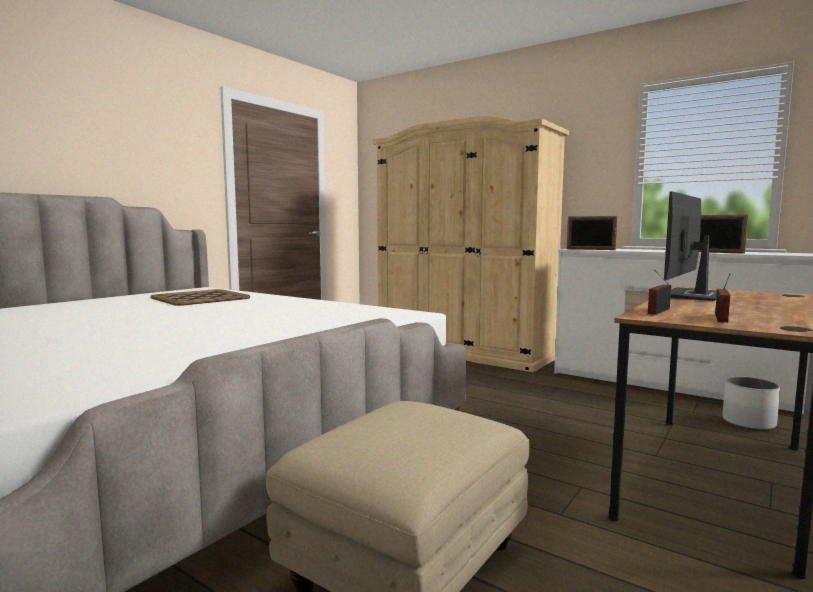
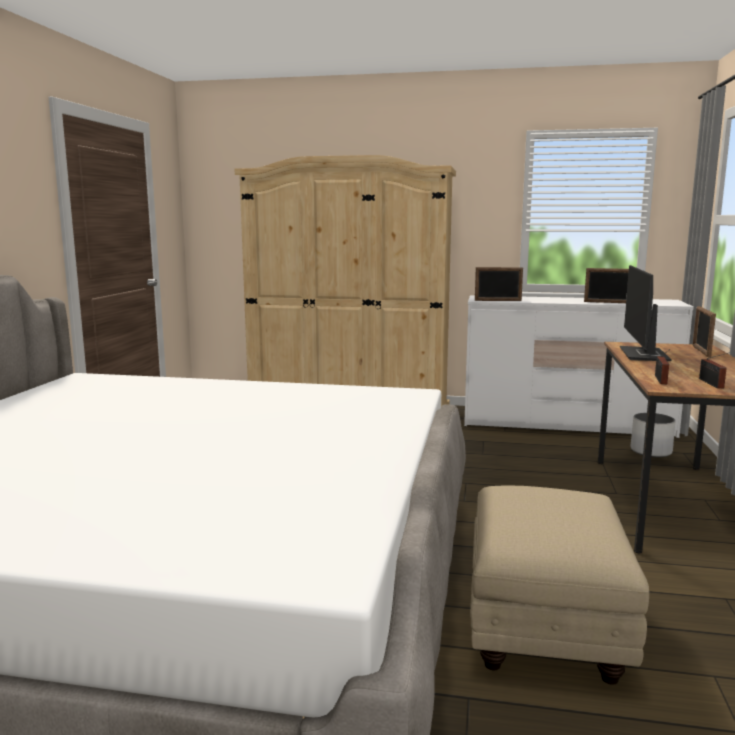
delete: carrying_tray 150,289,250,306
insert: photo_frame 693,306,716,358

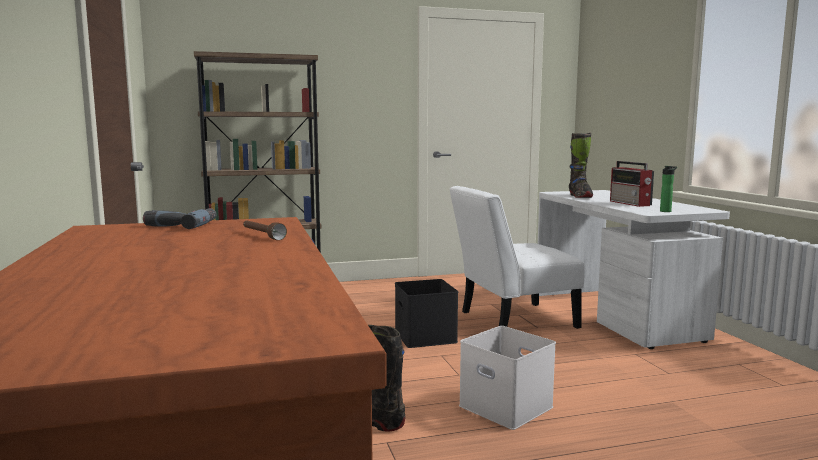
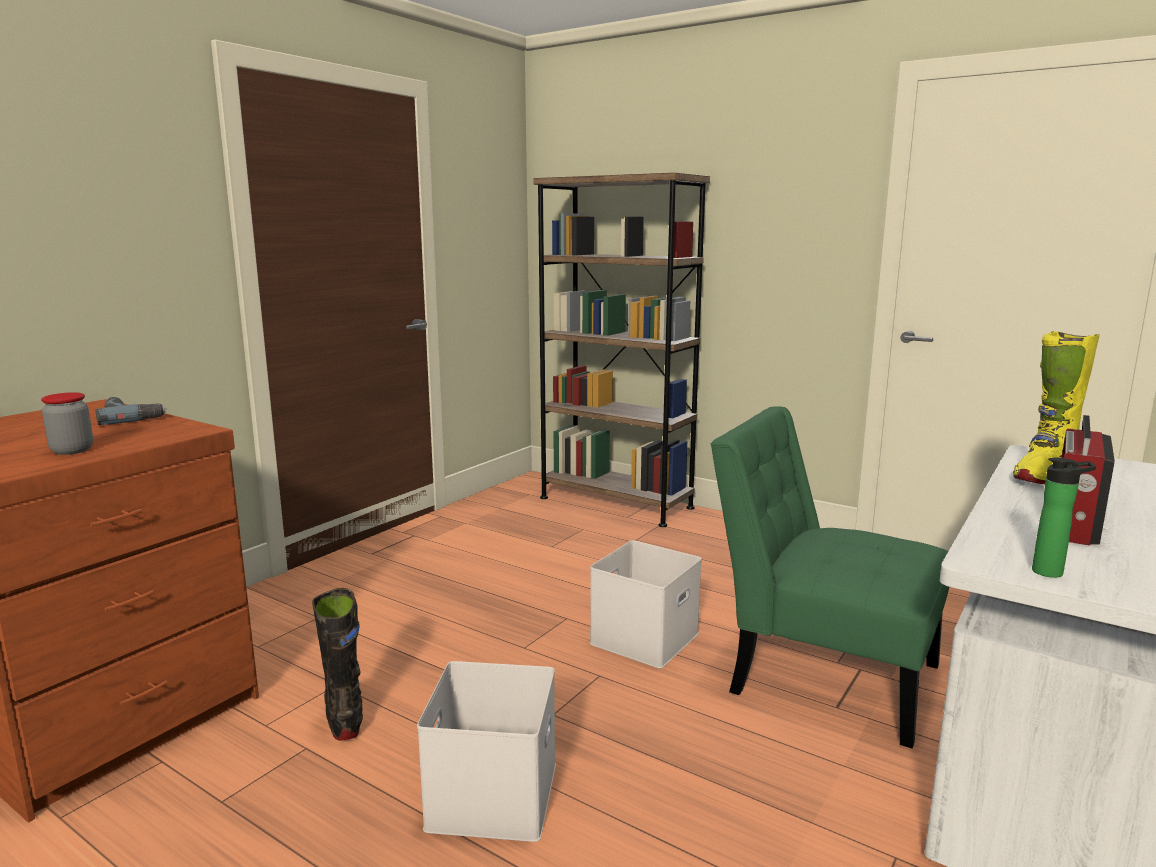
replace: brown_torch 243,220,287,240 to jar 41,392,93,455
recolor: black_storage_container 395,279,458,348 to white-coloured_storage_container 590,540,702,668; white-coloured_upright_chair 450,186,584,329 to green-coloured_upright_chair 711,406,949,749; black_tall_boot 569,133,593,198 to yellow_tall_boot 1013,331,1100,485

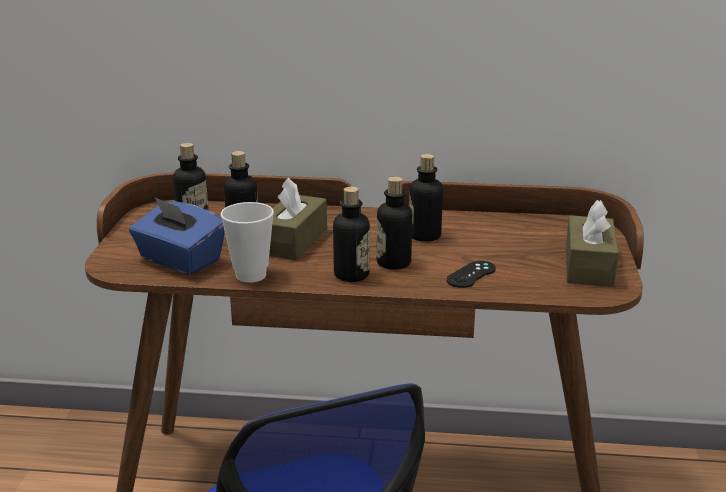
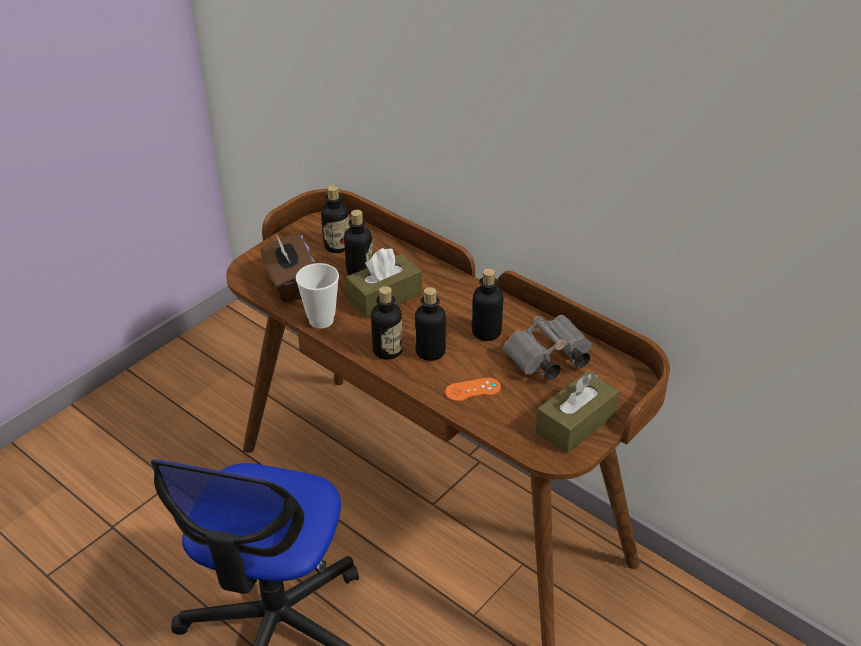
insert: grey_binoculars 503,315,592,380
recolor: blue-coloured_tissue_box 129,197,225,275 to brown_tissue_box 260,232,315,303; black_game_controller 446,261,496,288 to orange_game_controller 445,377,501,402

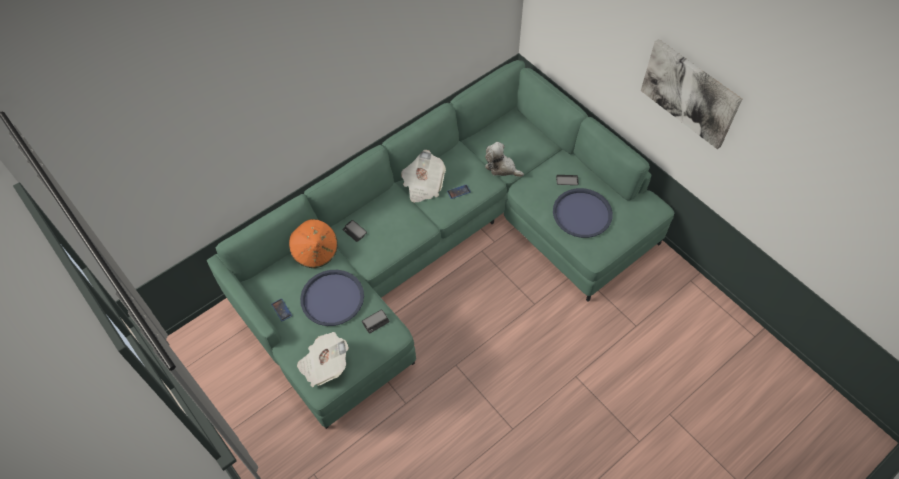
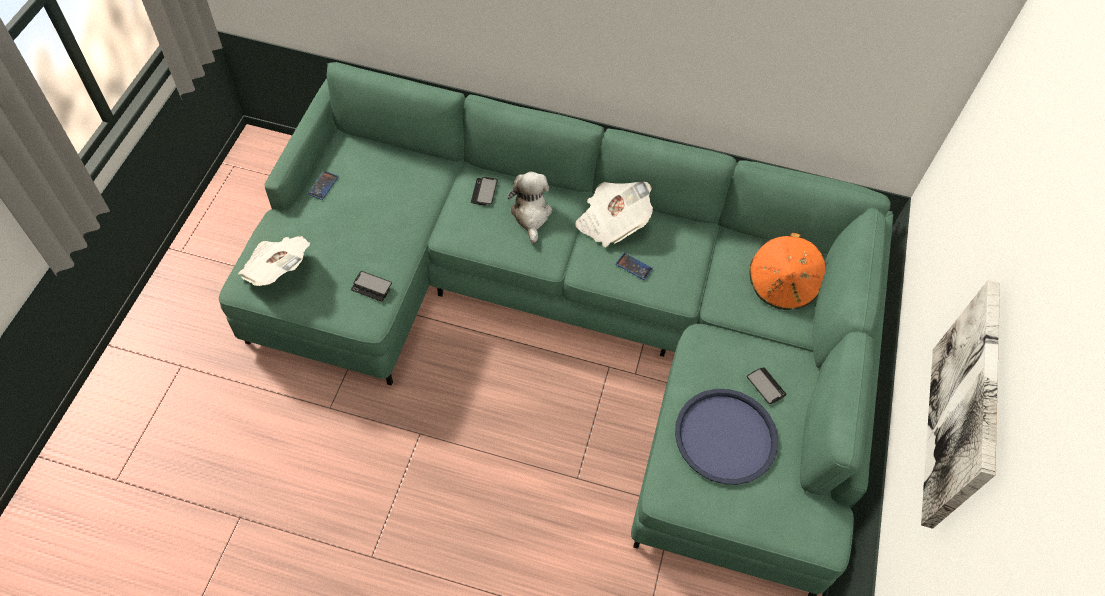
delete: blue-coloured_carrying_tray 300,270,364,326
move: orange_clothing_hat 289,219,337,268 to 749,233,826,310; soft_toy 485,142,524,177 to 507,171,552,244

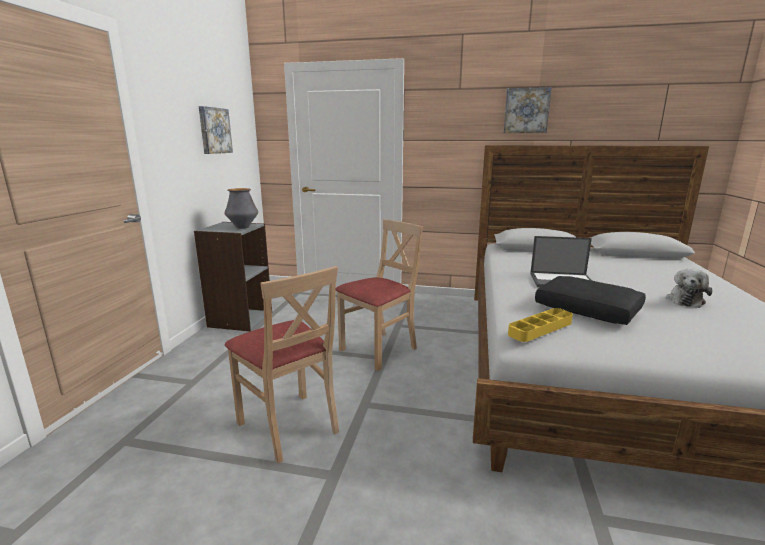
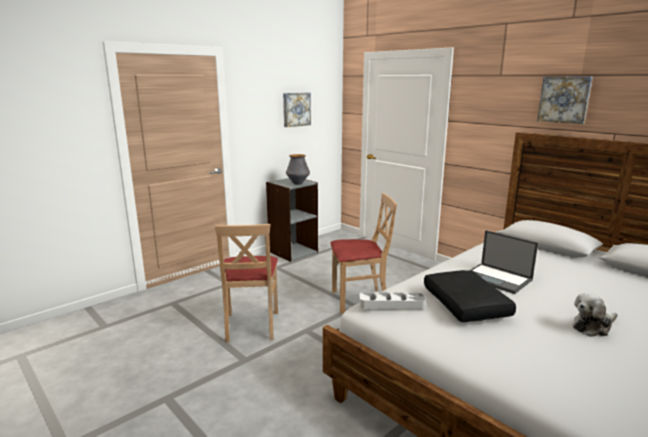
recolor: yellow_carrying_tray 508,308,573,342 to grey_carrying_tray 359,292,426,309

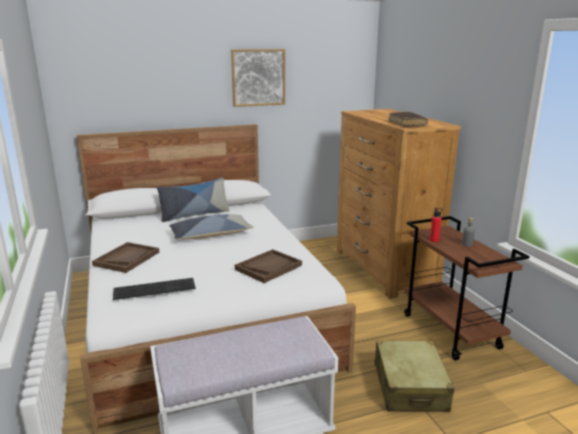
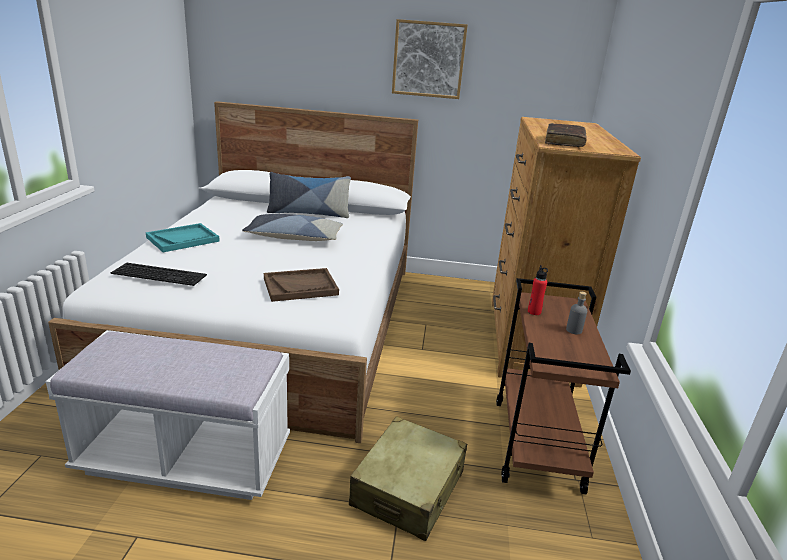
recolor: brown_carrying_tray 92,242,159,273 to turquoise_carrying_tray 146,223,220,252

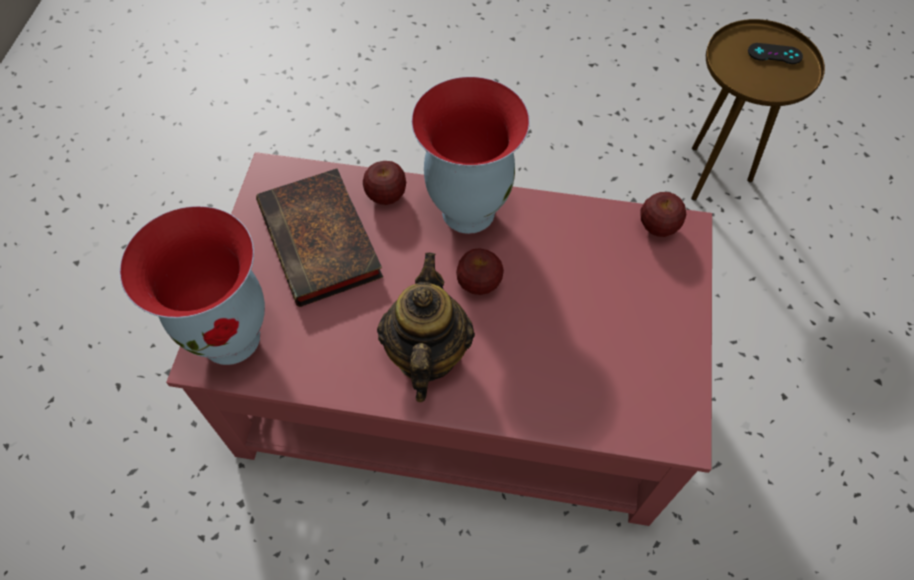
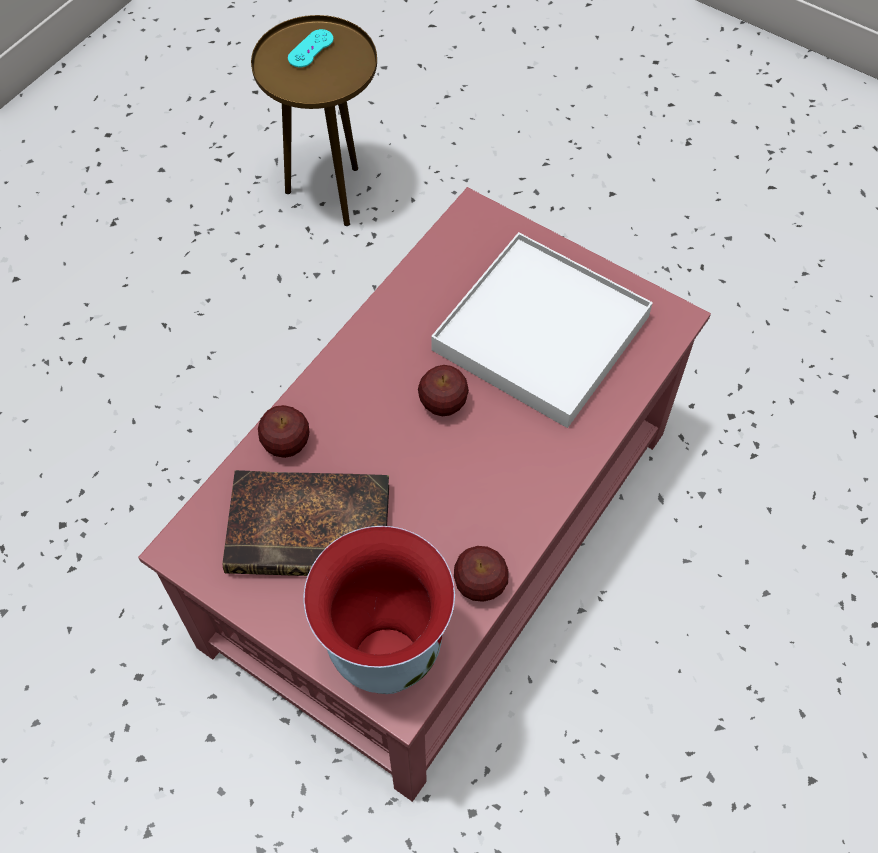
delete: tea_pot 377,253,475,402; decorative_vase 411,77,530,234
insert: white-coloured_carrying_tray 431,232,653,428
move: apple_fruit 640,192,687,237 to 454,546,509,602
recolor: black_game_controller 748,43,803,64 to turquoise_game_controller 288,29,334,67

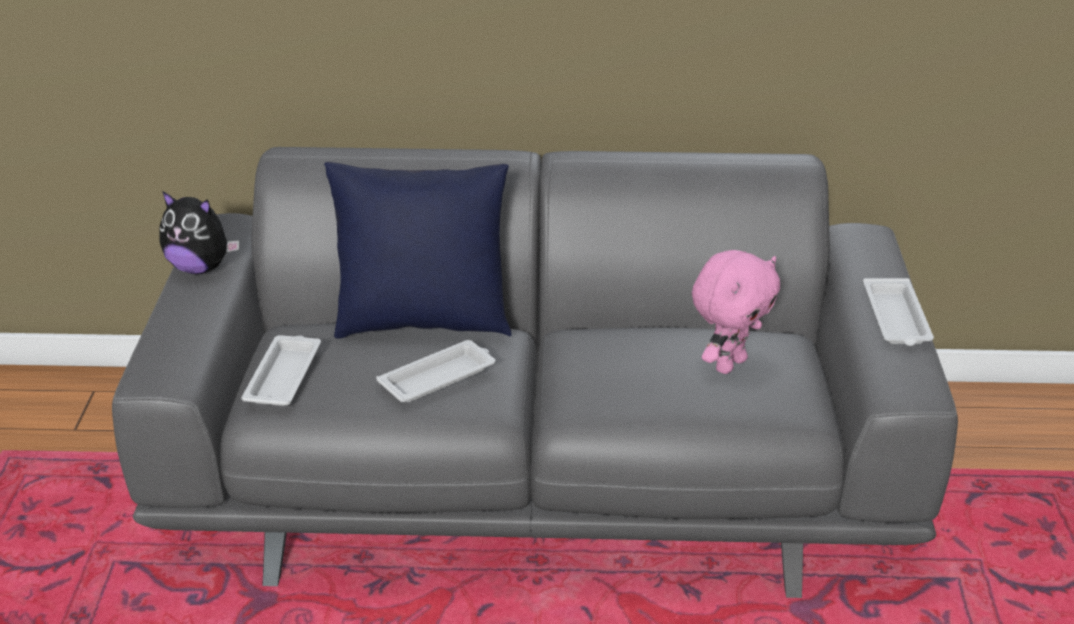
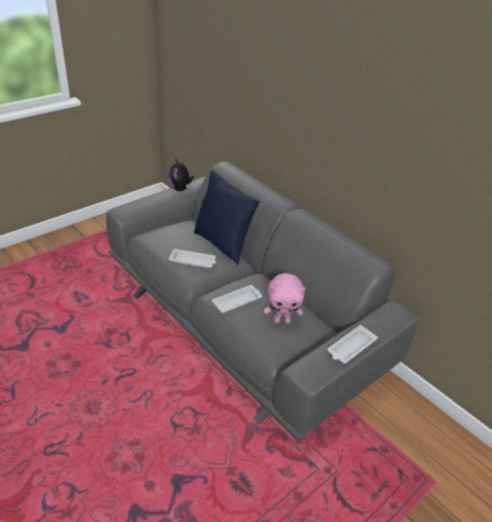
move: white-coloured_carrying_tray 241,335,321,406 to 212,285,262,313

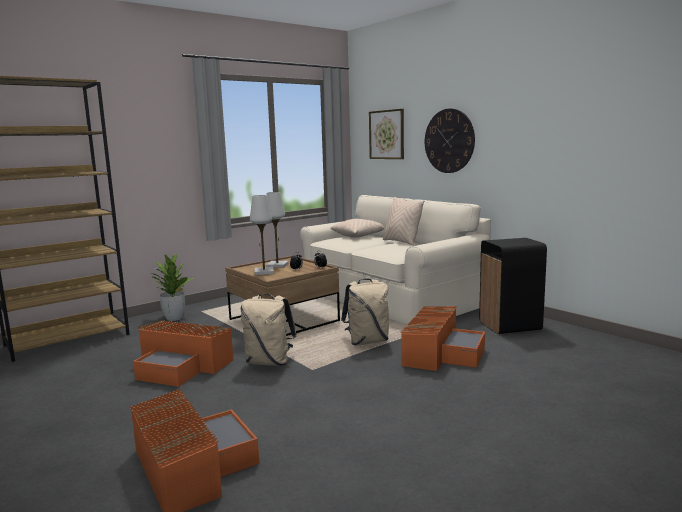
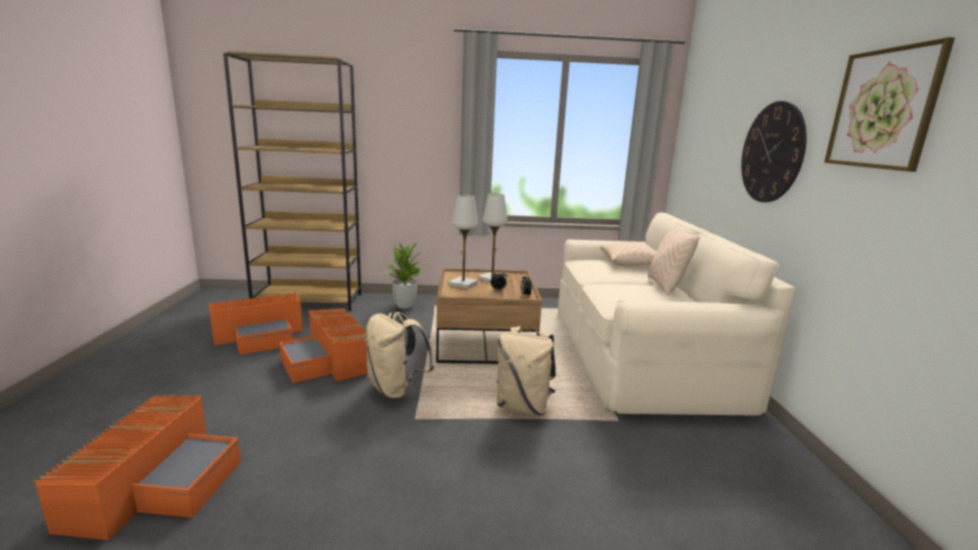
delete: black_rubbish_bin 479,238,547,334
move: picture 369,109,404,159 to 824,37,955,172; orange_storage_container 401,306,485,371 to 209,291,303,355

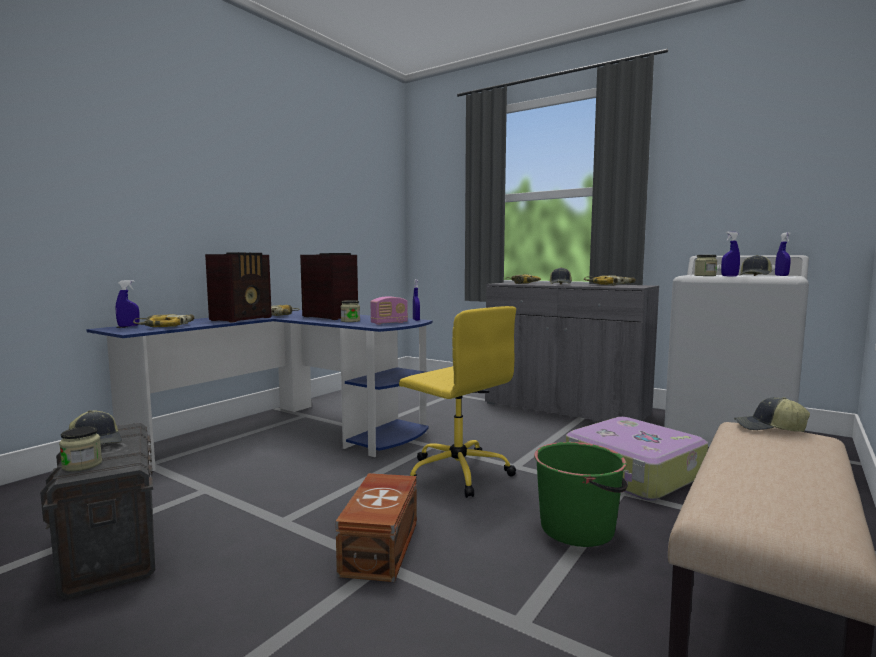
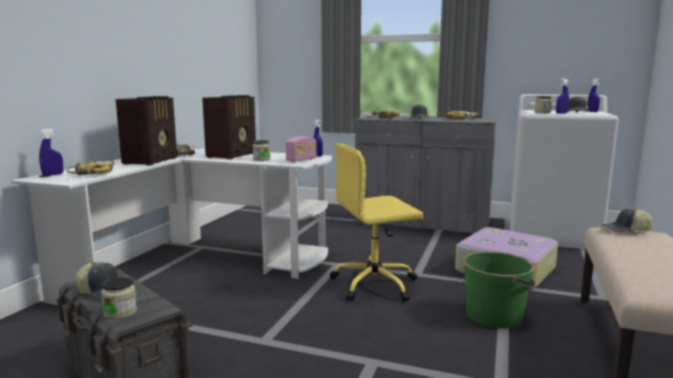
delete: brown_storage_container 335,473,417,582
recolor: blue-coloured_desk 86,310,433,471 to white-coloured_desk 11,148,332,305
rotate: radio 300,253,358,320 = 202,95,256,159 90 degrees clockwise; yellow_desk_chair 399,306,516,498 = 329,143,423,302 135 degrees clockwise

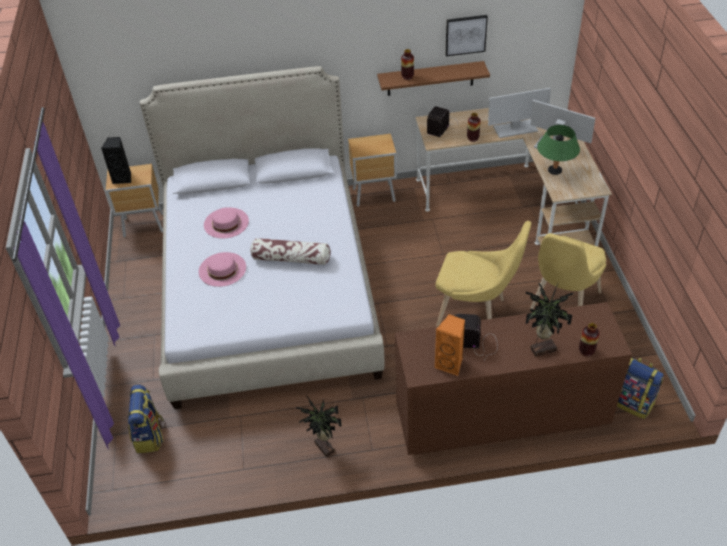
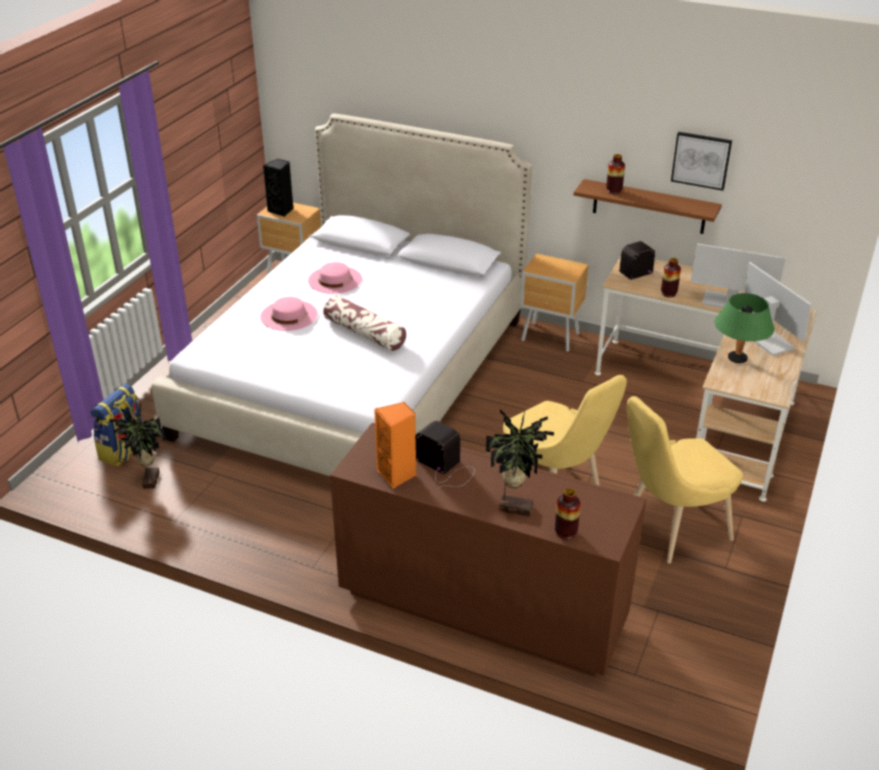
delete: knapsack 617,358,663,419
move: houseplant 296,395,342,457 to 109,403,166,489

